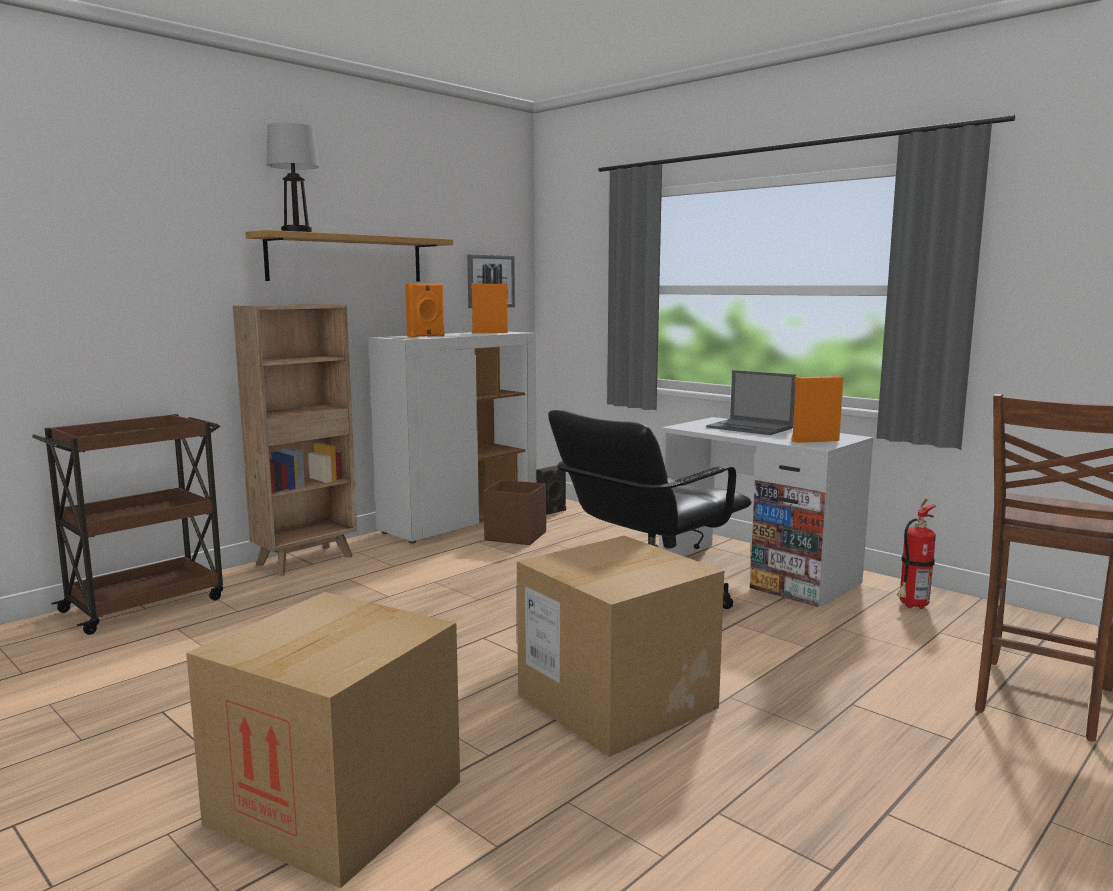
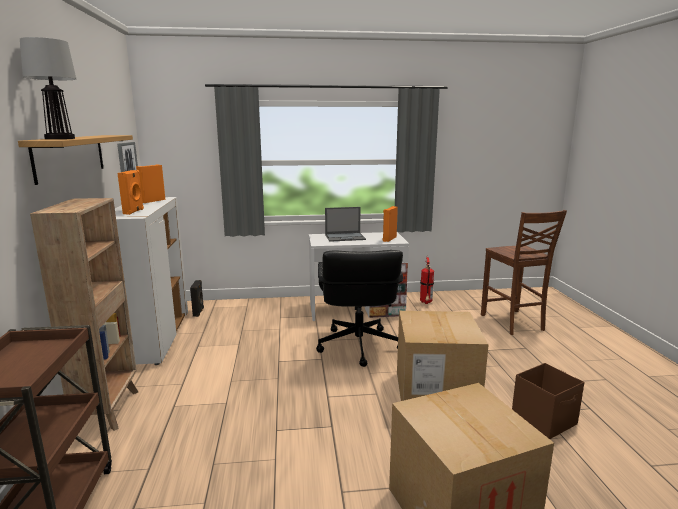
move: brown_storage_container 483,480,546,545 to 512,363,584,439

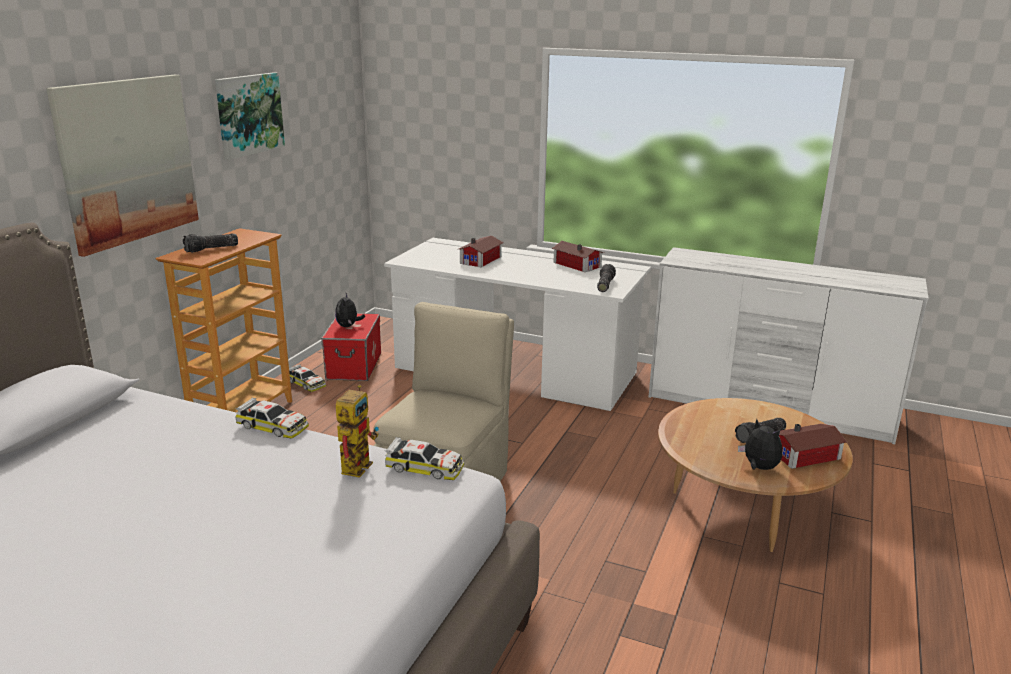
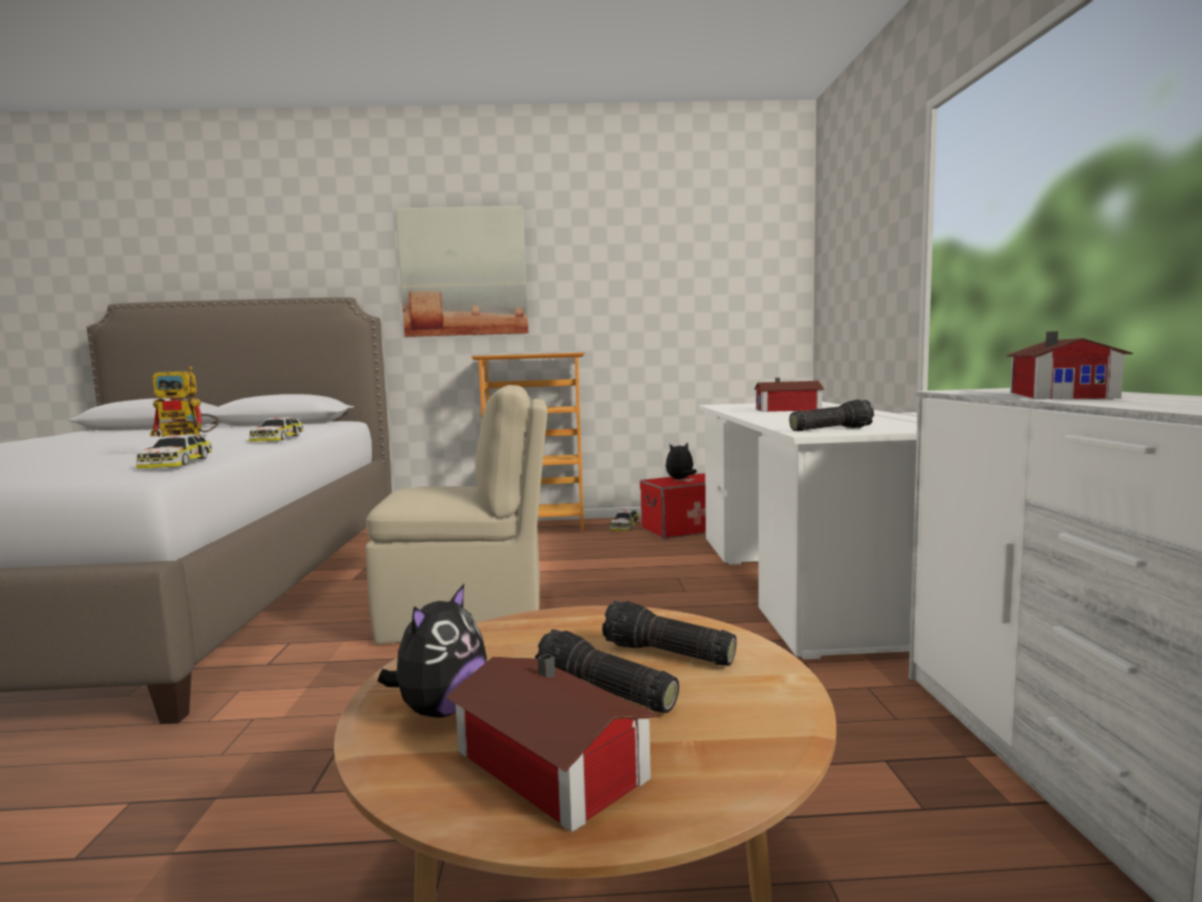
delete: picture 215,72,285,160
move: torch 183,234,238,253 to 602,601,737,666; miniature_house 552,241,604,272 to 1005,331,1133,399

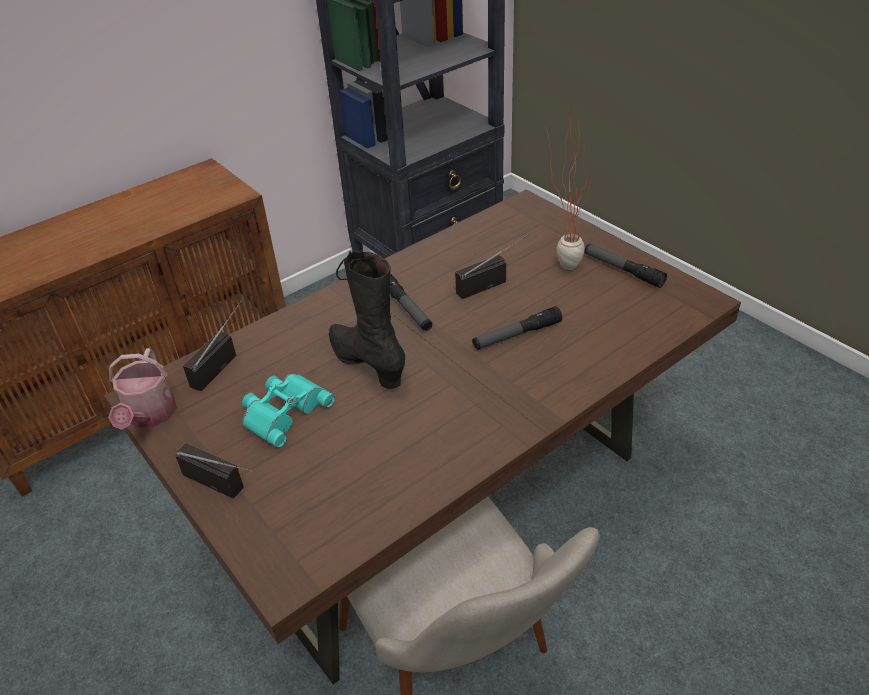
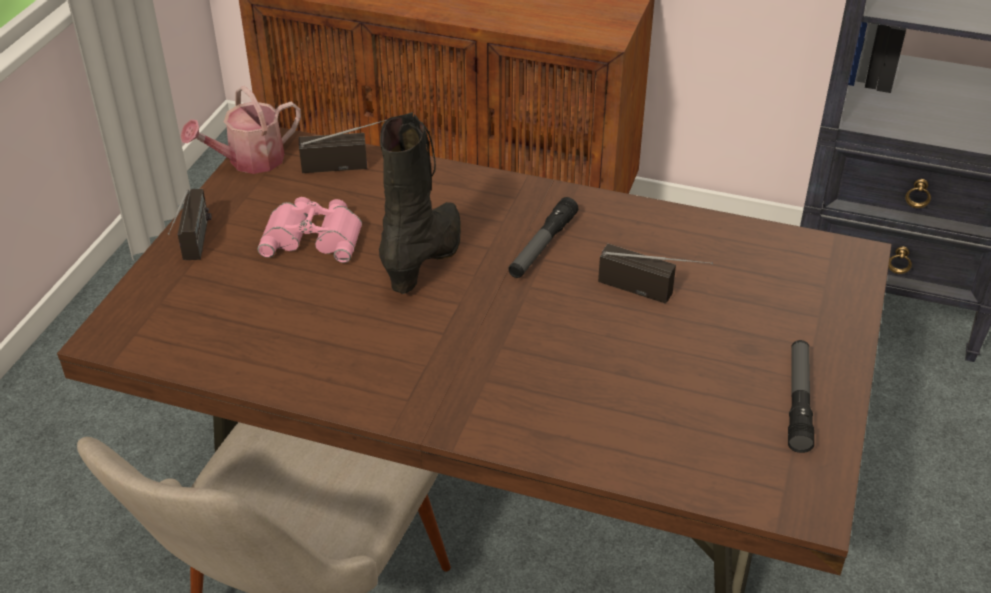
delete: torch 472,306,562,350; houseplant 547,110,595,270
recolor: turquoise_binoculars 242,373,335,448 to pink-coloured_binoculars 257,197,362,263

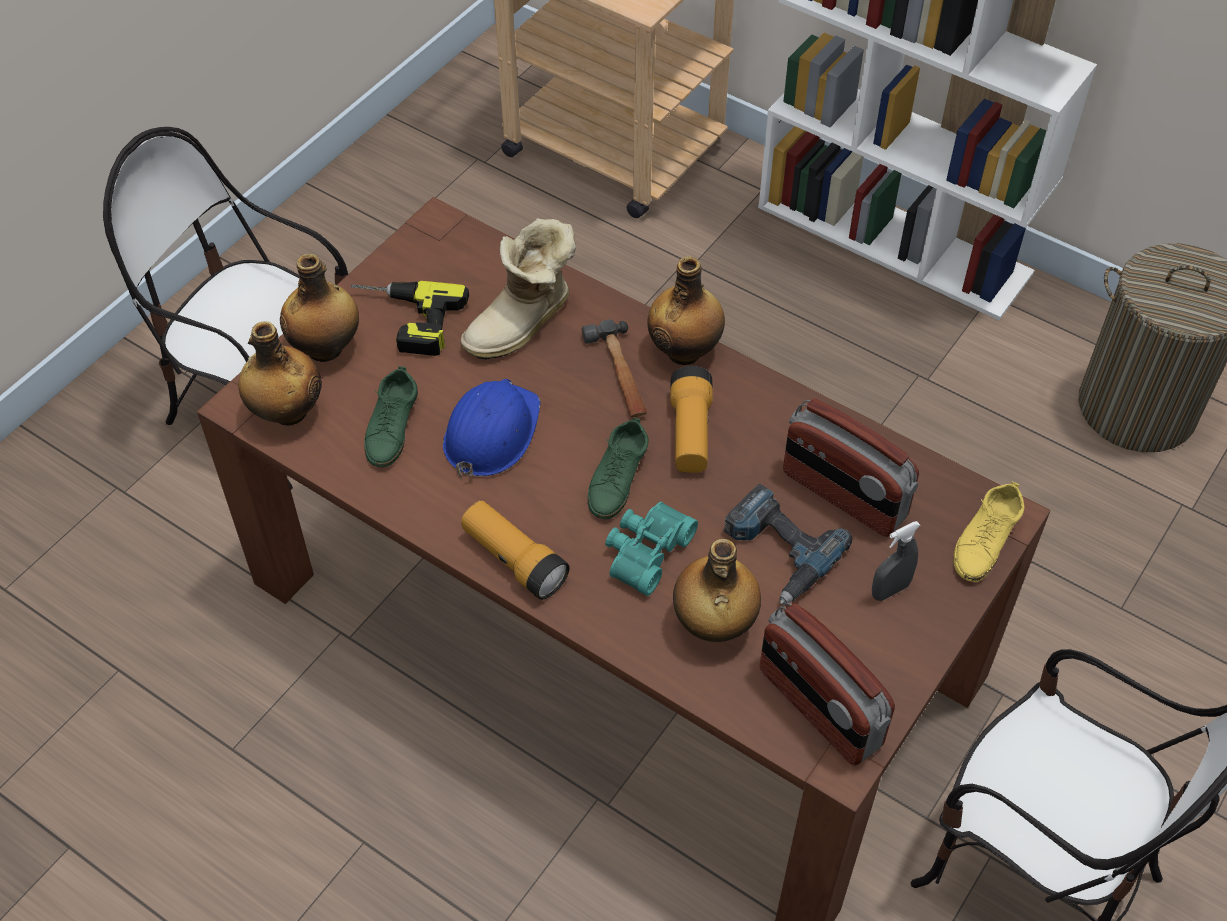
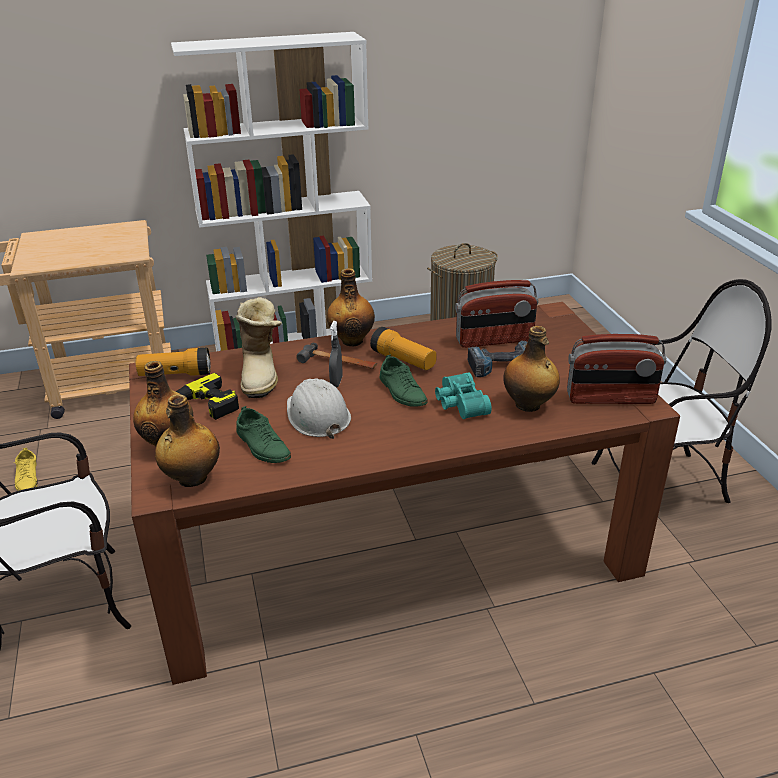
move: torch 461,500,570,600 to 136,347,211,376; grey_sprayer 872,521,920,601 to 329,321,342,388; yellow_shoe 954,481,1024,582 to 14,448,38,491
recolor: blue-coloured_hard_hat 443,379,540,478 to white-coloured_hard_hat 287,378,351,439

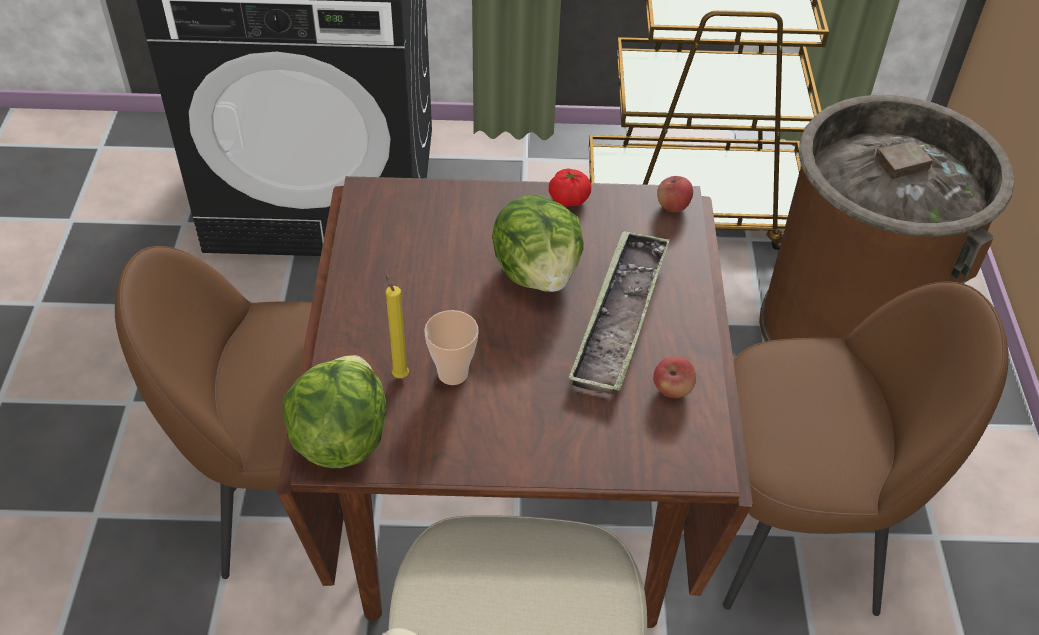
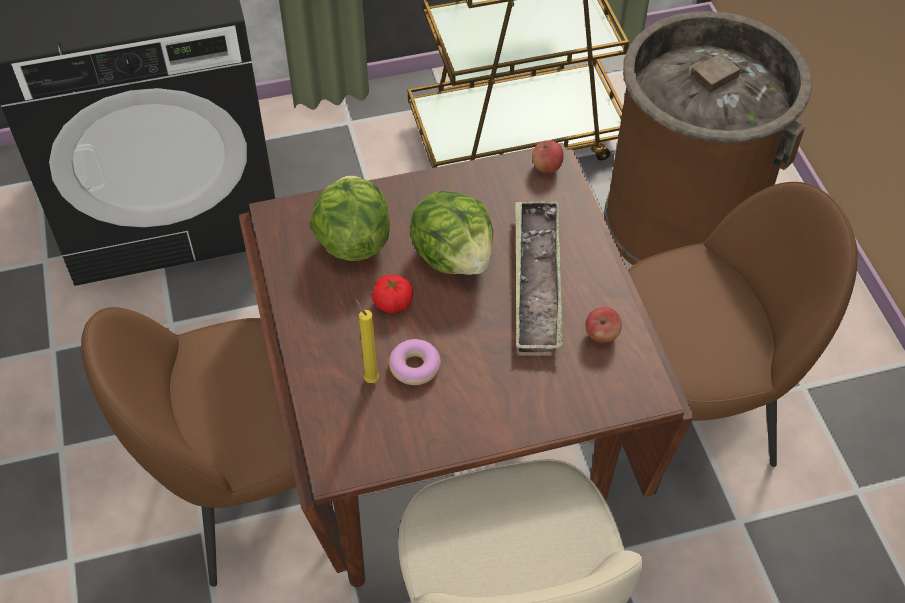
move: lettuce 282,355,387,468 to 309,175,390,261; tomato 549,168,591,207 to 372,275,414,313
replace: drinking_cup 424,310,479,385 to doughnut 389,339,441,385

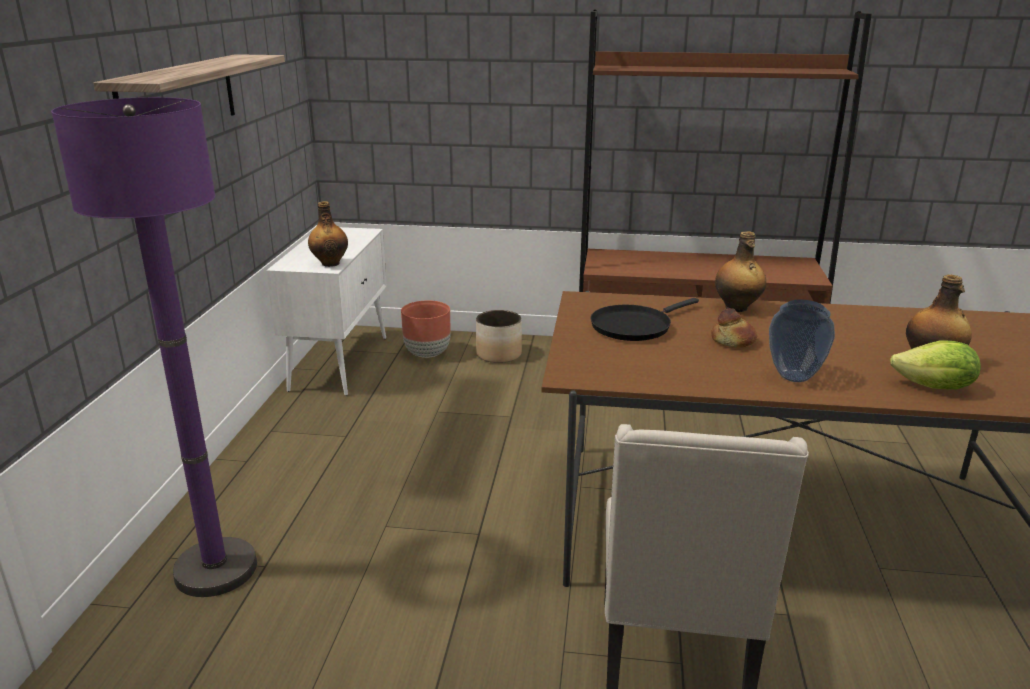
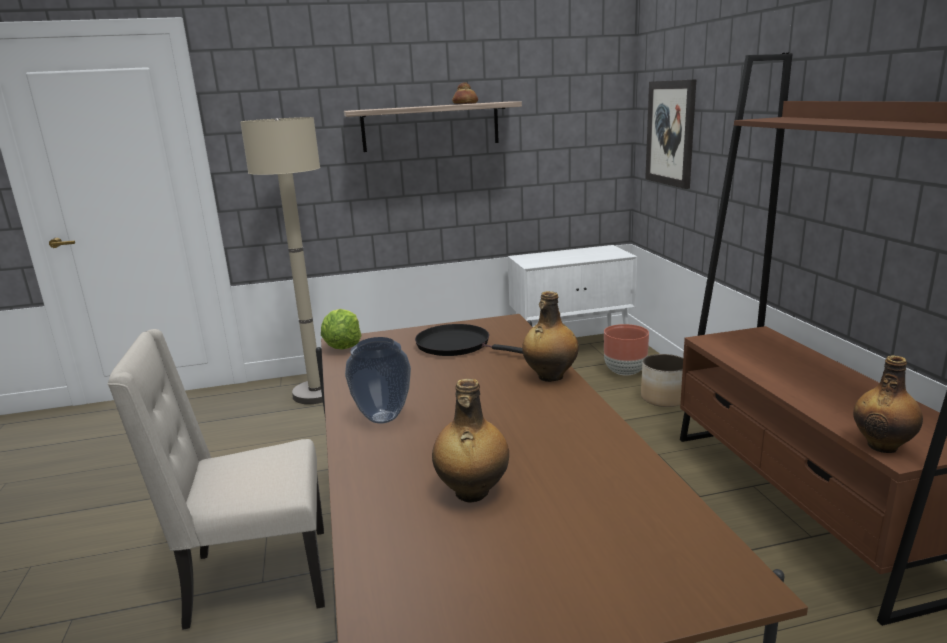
insert: picture 645,79,696,189
move: bottle 308,201,348,267 to 853,355,923,453; bakery_bread 711,308,757,348 to 452,82,478,104; lettuce 890,341,981,390 to 321,309,361,349
recolor: purple-coloured_standing_lamp 51,97,257,597 to sand-coloured_standing_lamp 240,117,323,404

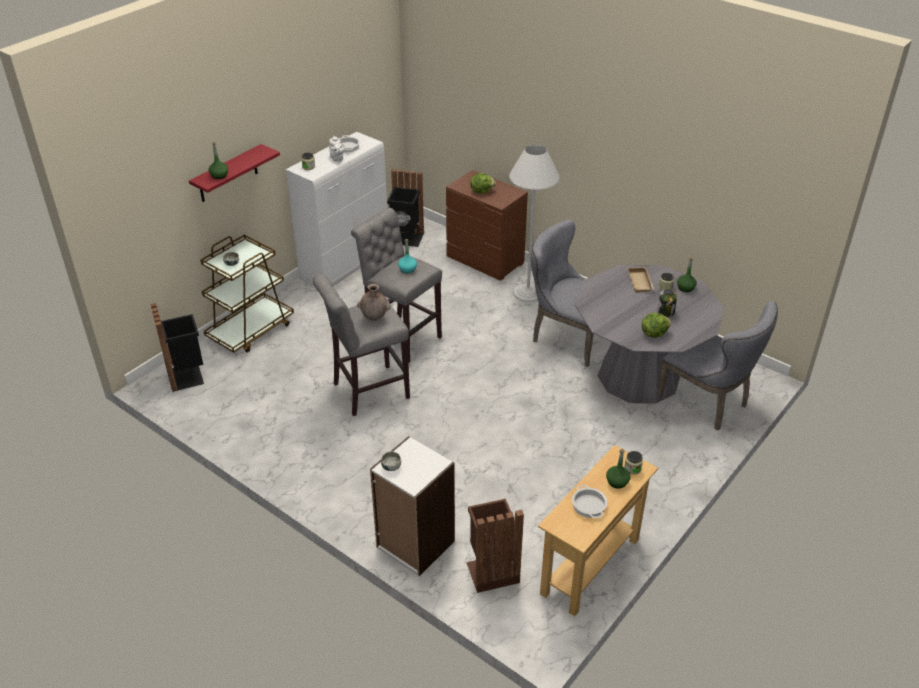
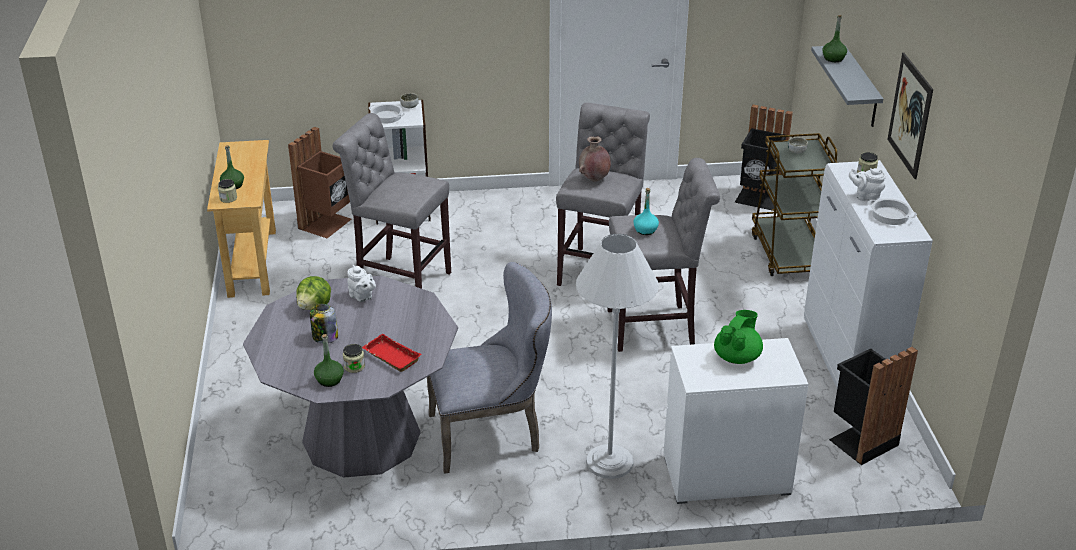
delete: grey_upright_chair 658,301,778,430
insert: grey_sitting_stool 333,113,451,289; white-coloured_tea_pot 347,265,376,302; picture 887,53,933,179
move: saucepot 572,485,607,518 to 368,104,405,123
replace: lettuce 470,173,496,194 to green-coloured_tea_pot 714,310,763,364
recolor: reddish_wall_shelf 189,144,280,202 to grey_wall_shelf 811,46,883,127; brown_drawer_chest 446,170,528,281 to white-coloured_drawer_chest 664,338,808,504; sand-coloured_carrying_tray 627,267,654,293 to reddish_carrying_tray 362,333,421,372

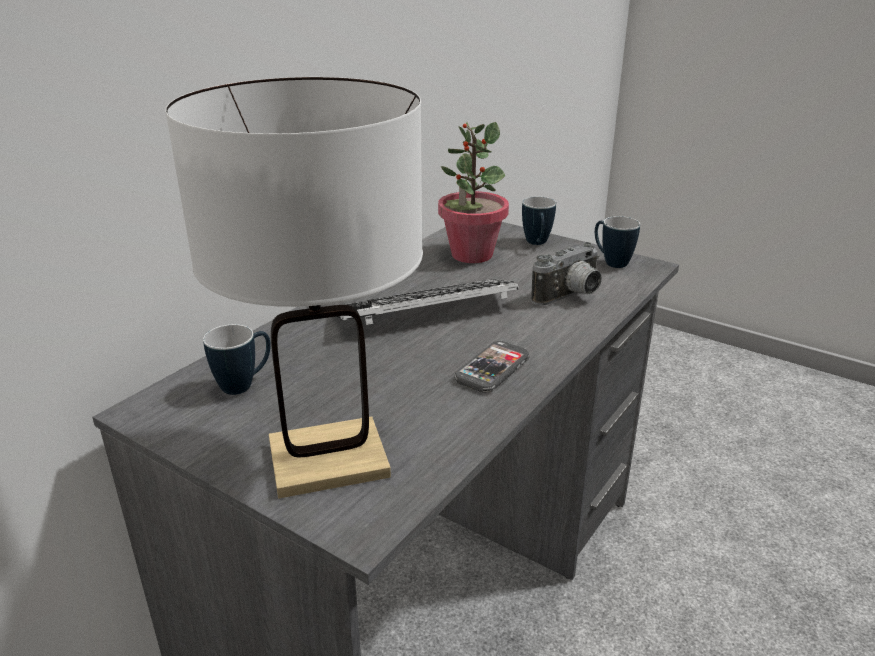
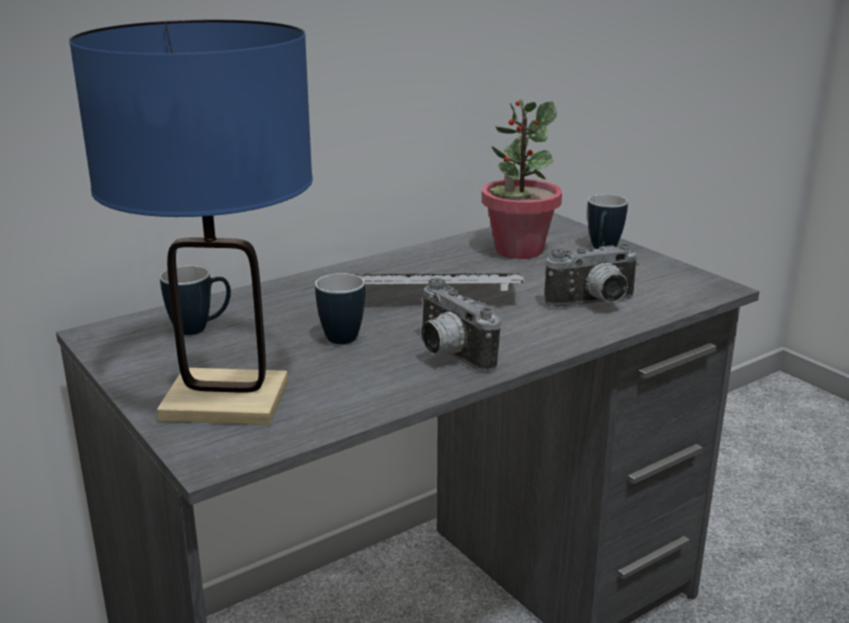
move: coffee_mug 595,216,640,268 to 315,273,365,344
replace: telephone 454,341,530,393 to photo_camera 421,278,501,372
recolor: white-coloured_tabletop_lamp 165,77,423,499 to blue-coloured_tabletop_lamp 69,20,313,425

